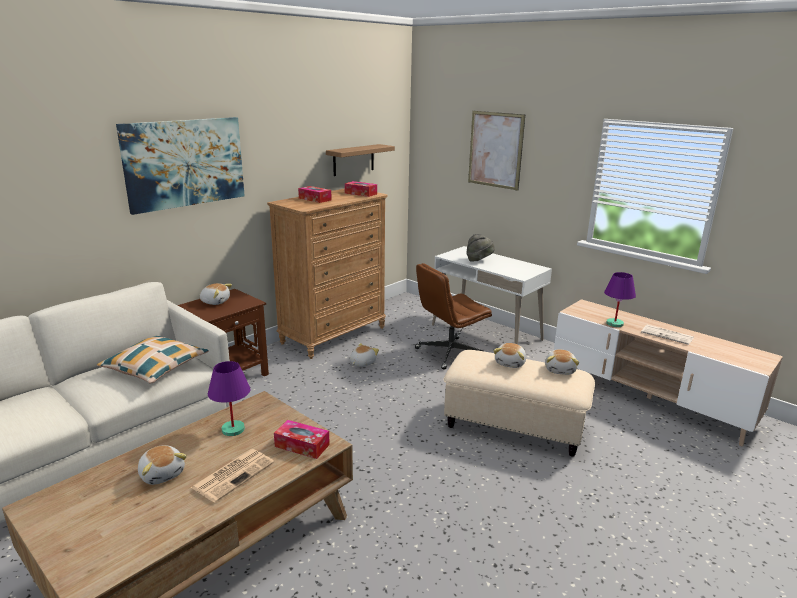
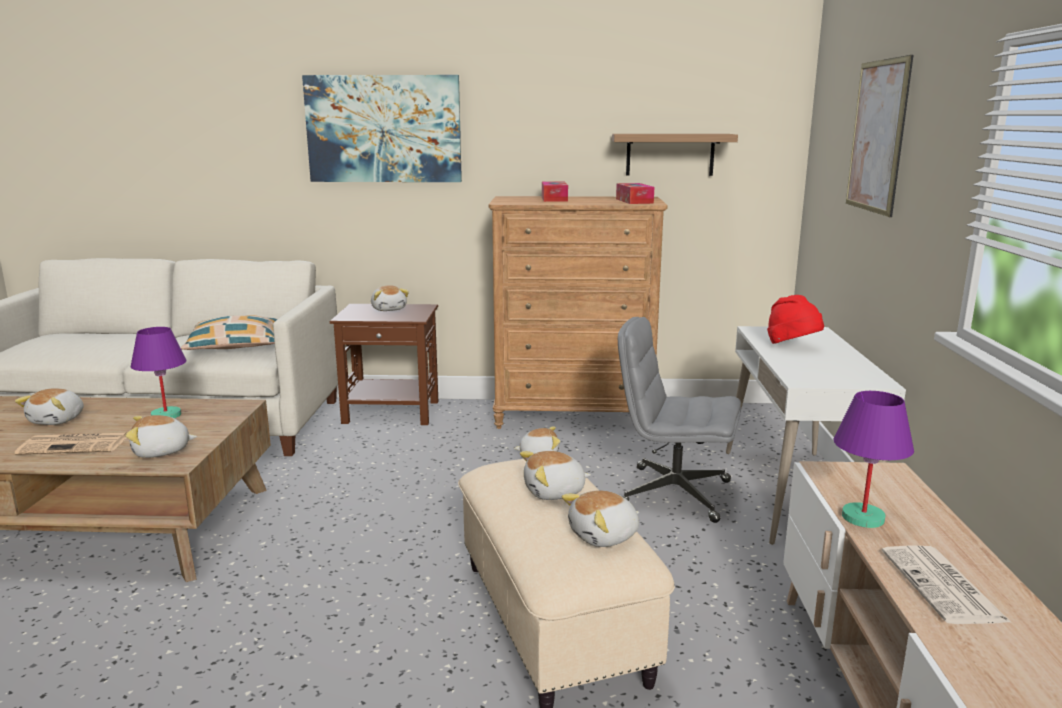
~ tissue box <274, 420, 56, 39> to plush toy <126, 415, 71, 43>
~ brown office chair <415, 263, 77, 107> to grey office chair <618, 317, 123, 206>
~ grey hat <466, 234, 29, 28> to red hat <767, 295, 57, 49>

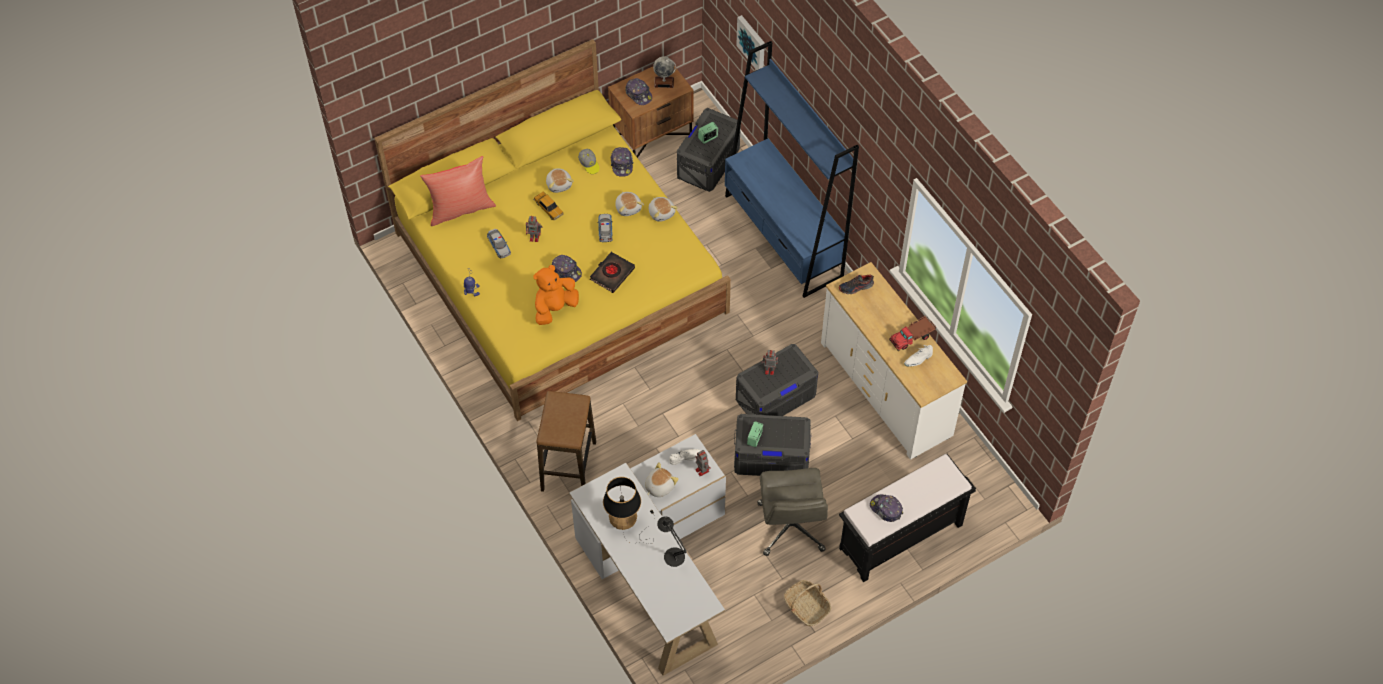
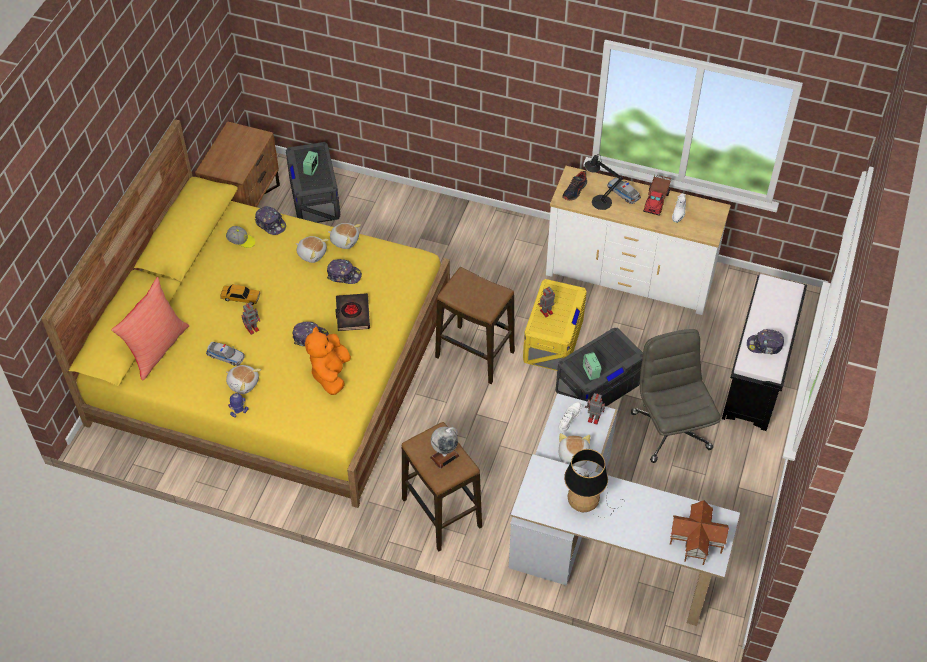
~ plush toy <546, 168, 28, 25> to <226, 365, 35, 29>
~ toy car <597, 214, 16, 29> to <607, 178, 34, 26>
~ cap <625, 78, 27, 27> to <327, 259, 35, 25>
~ globe <653, 56, 23, 32> to <430, 427, 30, 42>
~ black table lamp <657, 517, 30, 50> to <585, 154, 38, 56>
- blue bookcase <725, 41, 134, 257>
- picture <736, 15, 29, 55>
~ grey storage box <736, 344, 82, 72> to yellow storage box <523, 279, 64, 92>
~ grey office chair <758, 468, 70, 88> = <631, 329, 90, 134> 150 degrees counterclockwise
- basket <784, 580, 48, 46>
+ stool <435, 267, 80, 117>
+ toy house <670, 500, 59, 65>

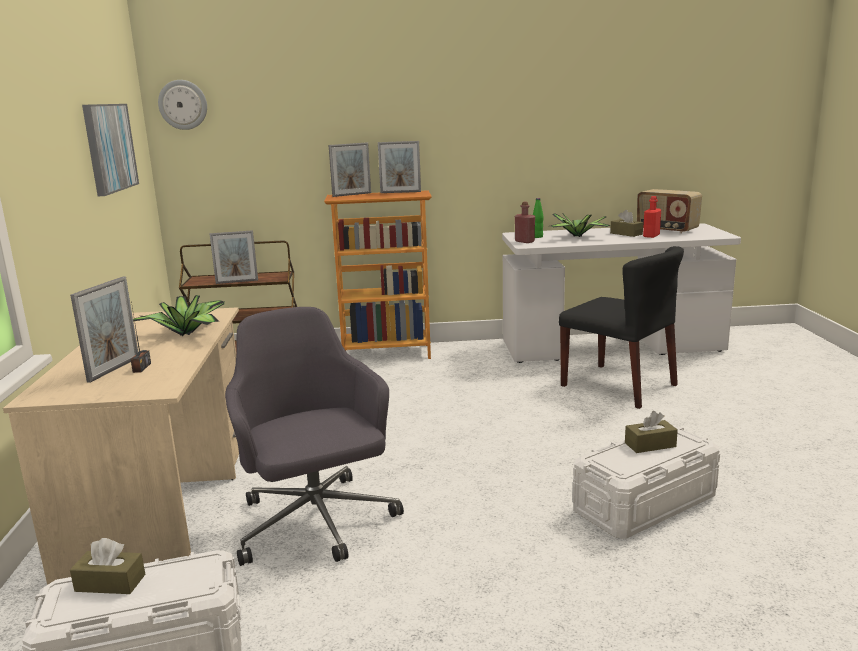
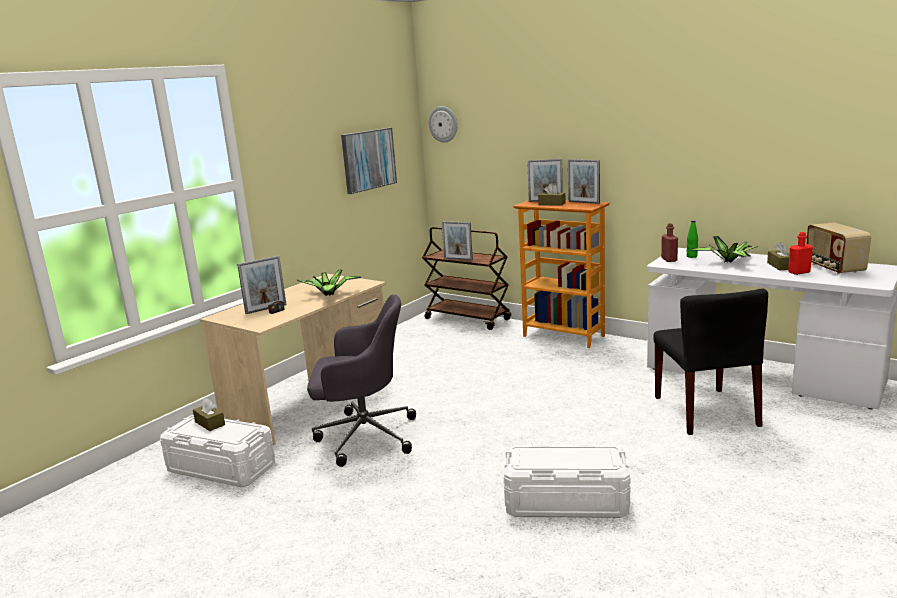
~ grey office chair <225, 307, 179, 259> = <307, 294, 109, 173> 75 degrees clockwise
~ brown tissue box <625, 411, 53, 42> to <538, 184, 28, 22>

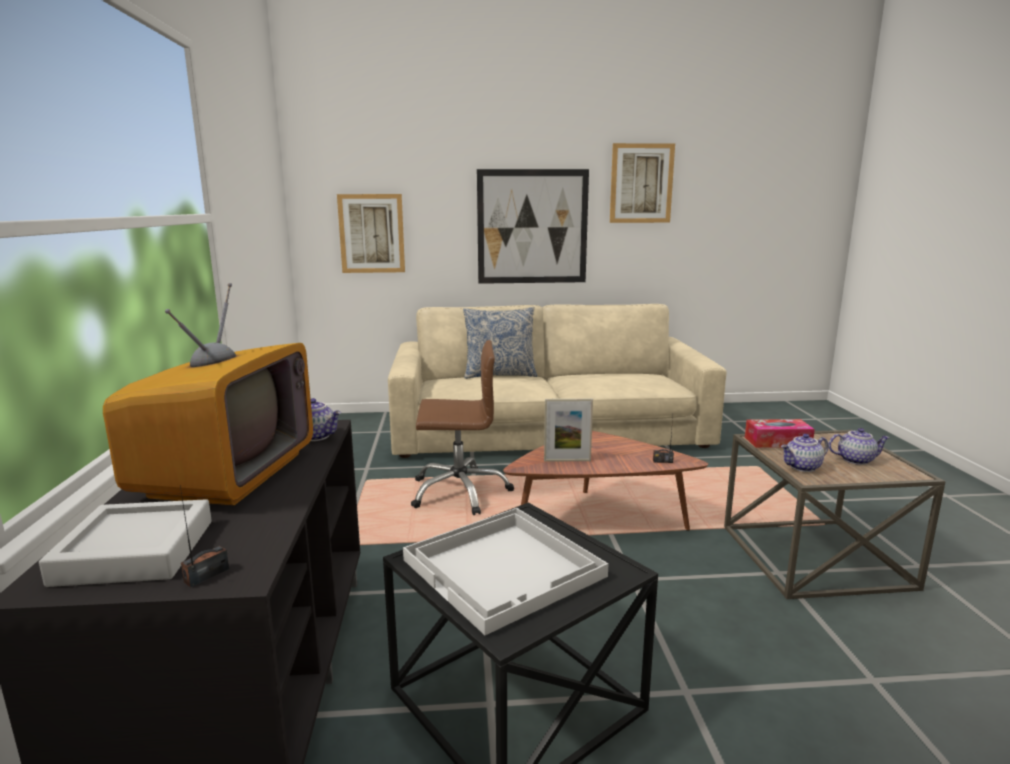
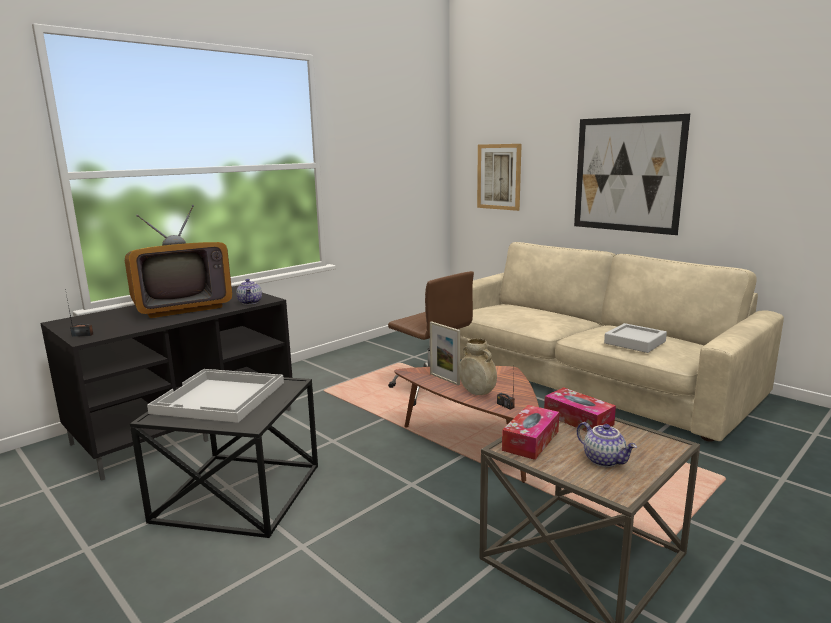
~ grey tray <39, 499, 173, 88> to <604, 323, 63, 30>
- pillow <463, 307, 74, 72>
- picture <610, 143, 65, 80>
~ teapot <781, 434, 48, 38> to tissue box <502, 405, 57, 55>
+ beige vase <459, 338, 38, 57>

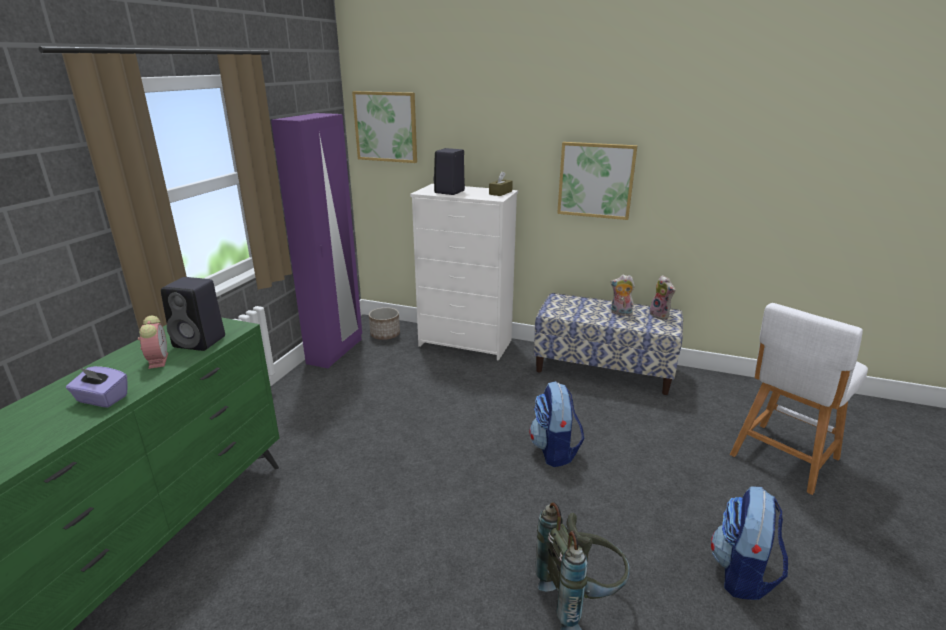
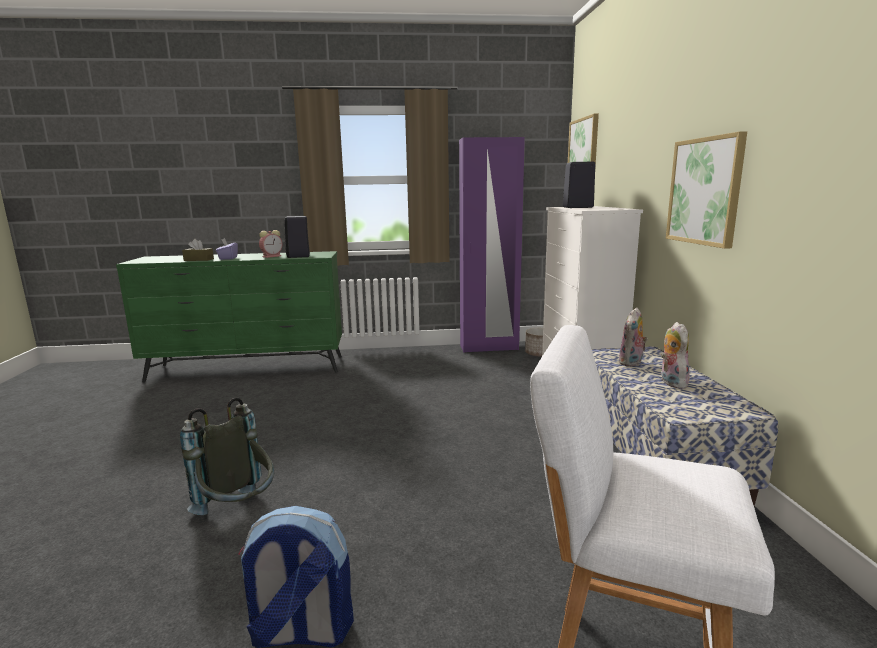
~ brown tissue box <489, 171, 24, 25> to <182, 239, 32, 22>
- backpack <529, 381, 56, 86>
~ plush toy <650, 275, 25, 45> to <618, 308, 30, 59>

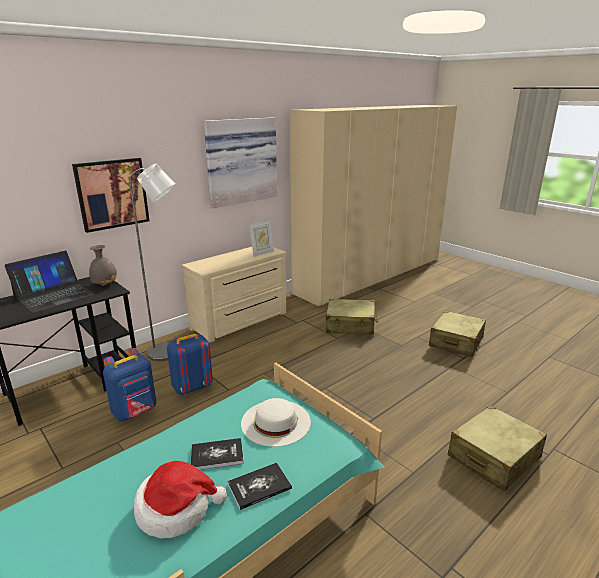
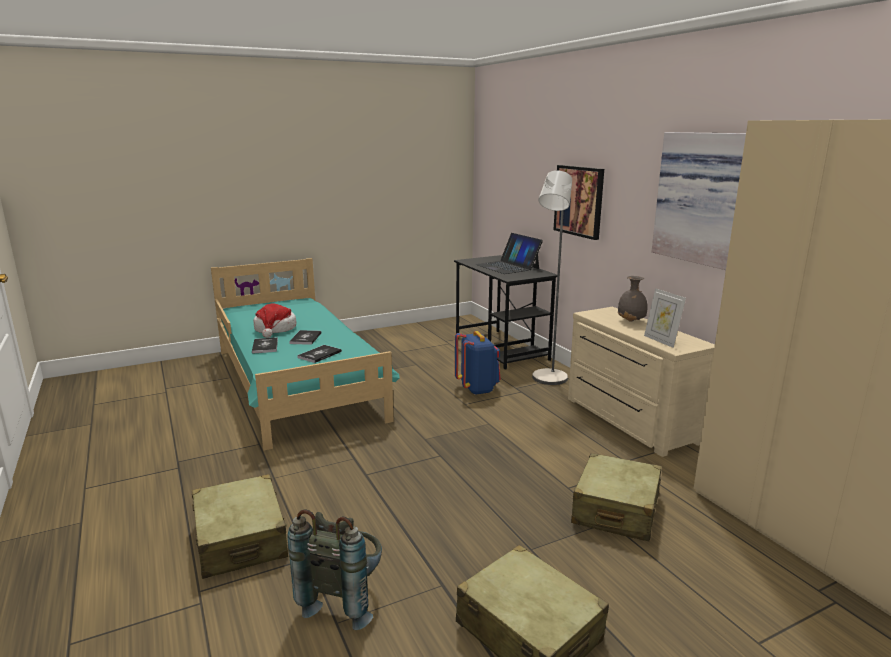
~ grey vase <89, 245, 28, 41> to <618, 276, 30, 46>
- blue backpack <103, 348, 53, 73>
~ white hat <241, 398, 70, 49> to book <297, 345, 45, 18>
+ grey backpack <288, 509, 94, 121>

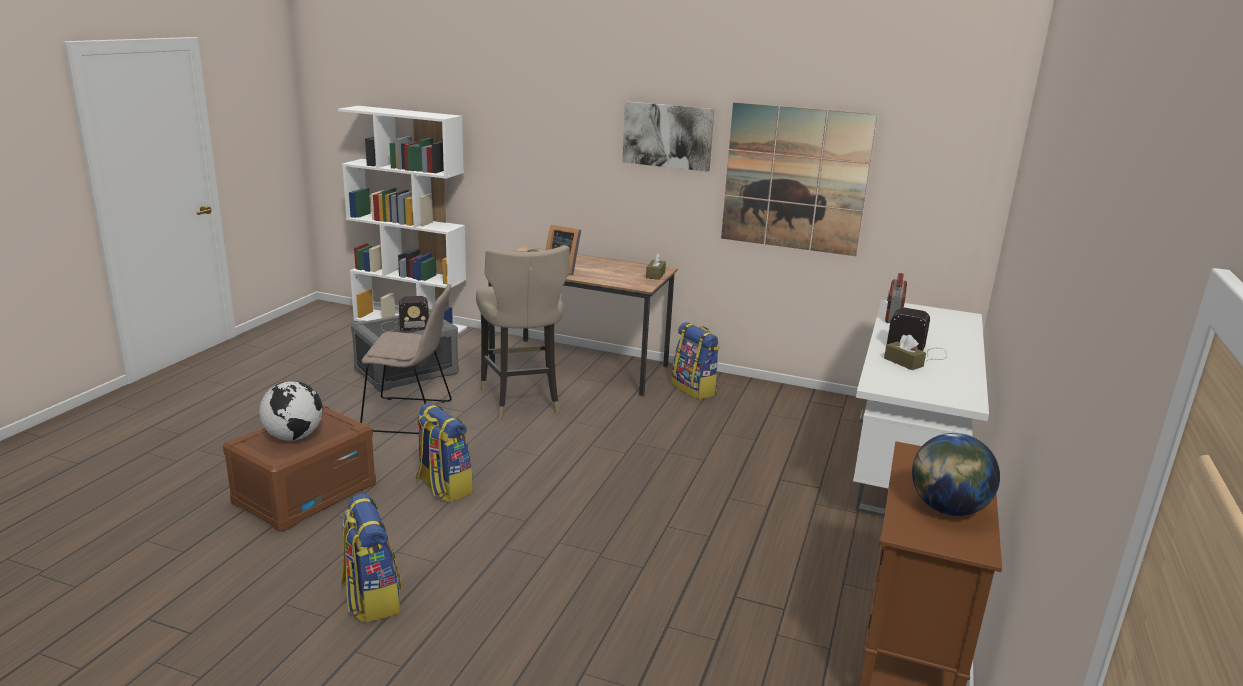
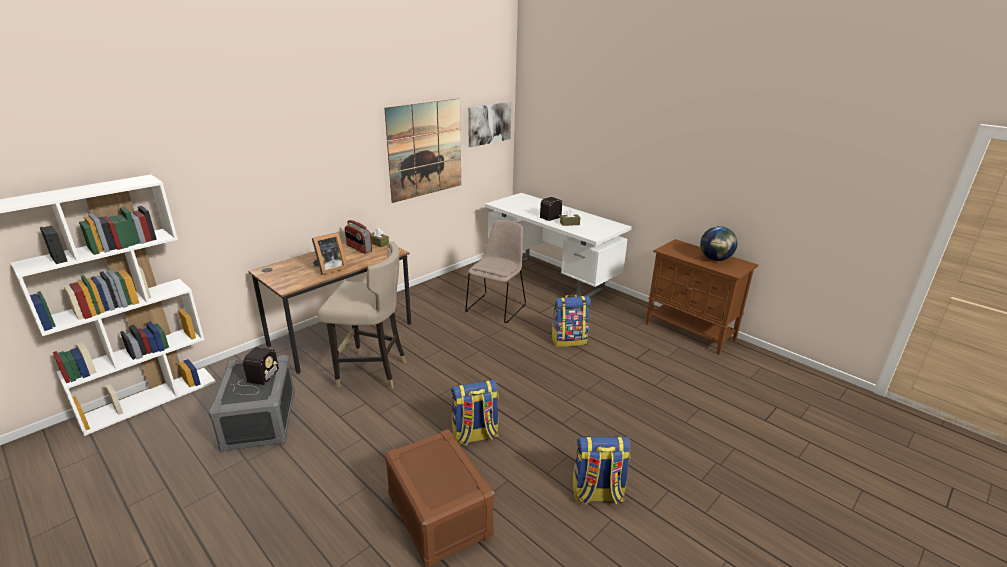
- globe <259, 381, 64, 60>
~ beige chair <360, 284, 92, 150> to <465, 220, 61, 103>
~ picture <622, 101, 93, 71> to <468, 102, 43, 45>
~ backpack <671, 322, 49, 78> to <551, 294, 40, 53>
~ radio <885, 273, 22, 50> to <345, 220, 27, 34>

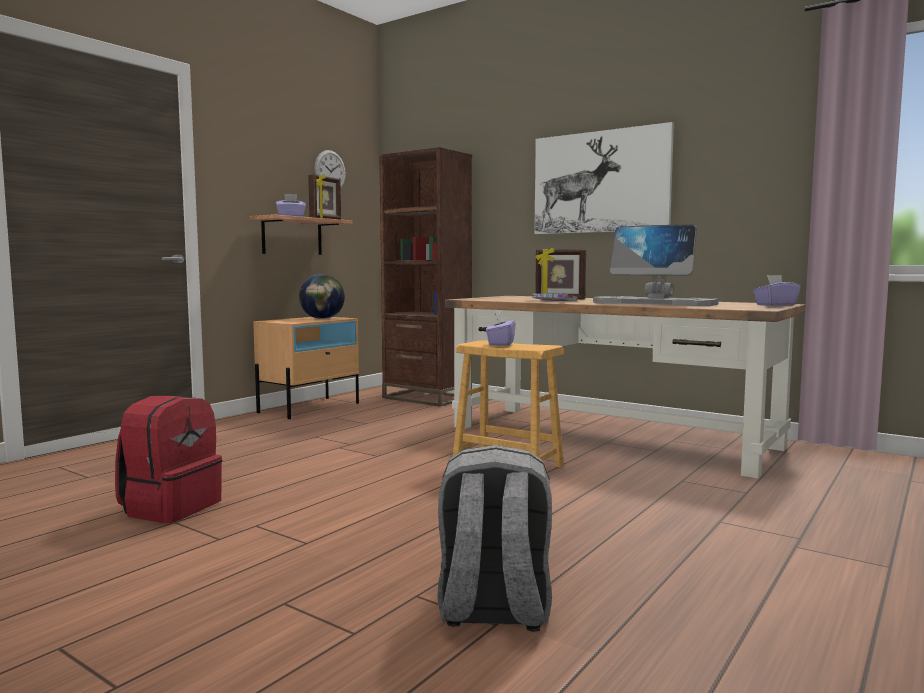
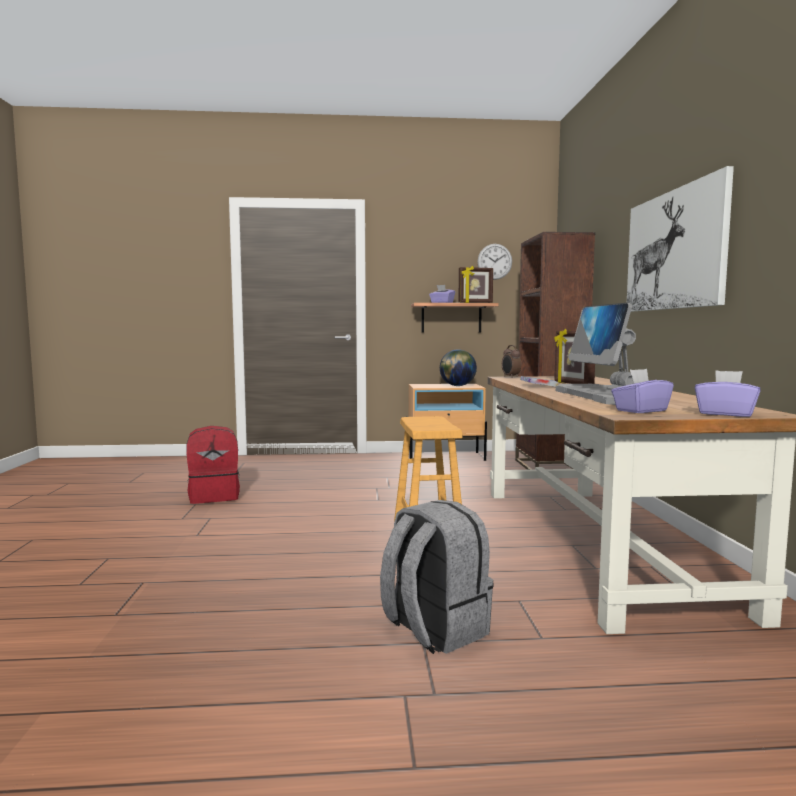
~ grey backpack <437, 445, 115, 187> to <380, 500, 114, 154>
~ purple tissue box <486, 313, 30, 33> to <611, 369, 63, 44>
+ alarm clock <502, 345, 19, 33>

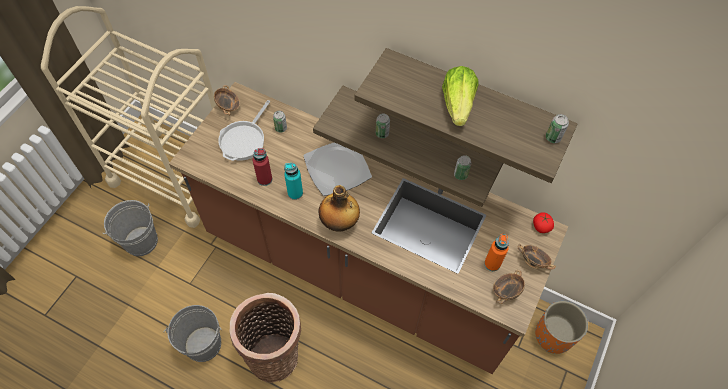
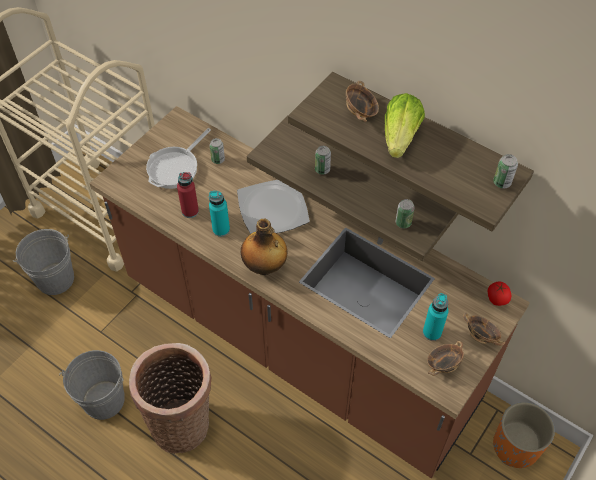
~ bowl <214, 85, 26, 30> to <345, 81, 34, 41>
~ orange bottle <484, 234, 25, 37> to turquoise bottle <423, 293, 25, 48>

